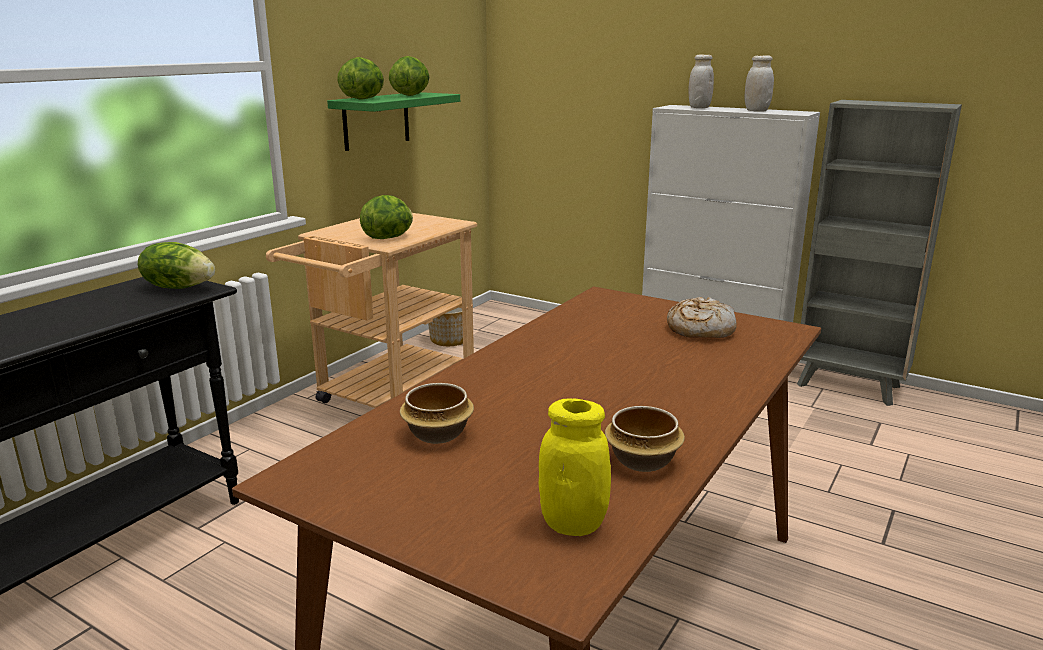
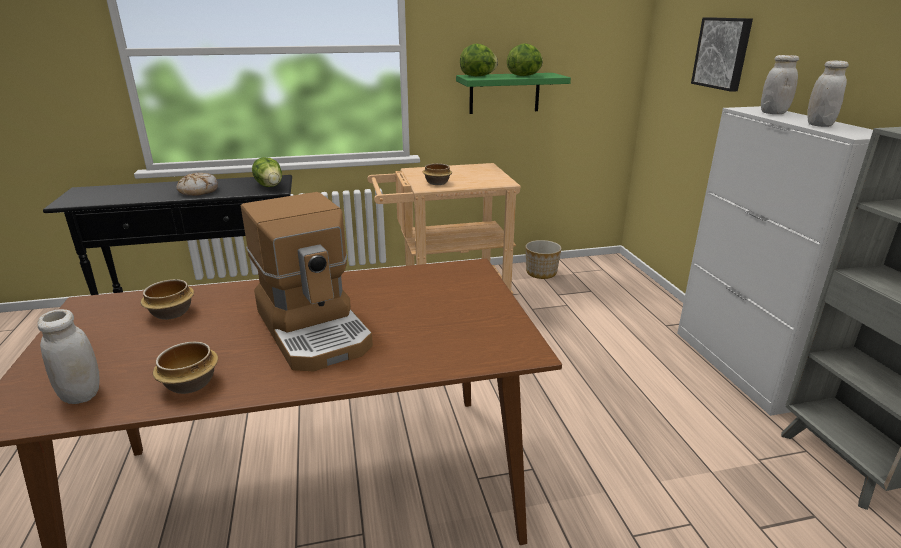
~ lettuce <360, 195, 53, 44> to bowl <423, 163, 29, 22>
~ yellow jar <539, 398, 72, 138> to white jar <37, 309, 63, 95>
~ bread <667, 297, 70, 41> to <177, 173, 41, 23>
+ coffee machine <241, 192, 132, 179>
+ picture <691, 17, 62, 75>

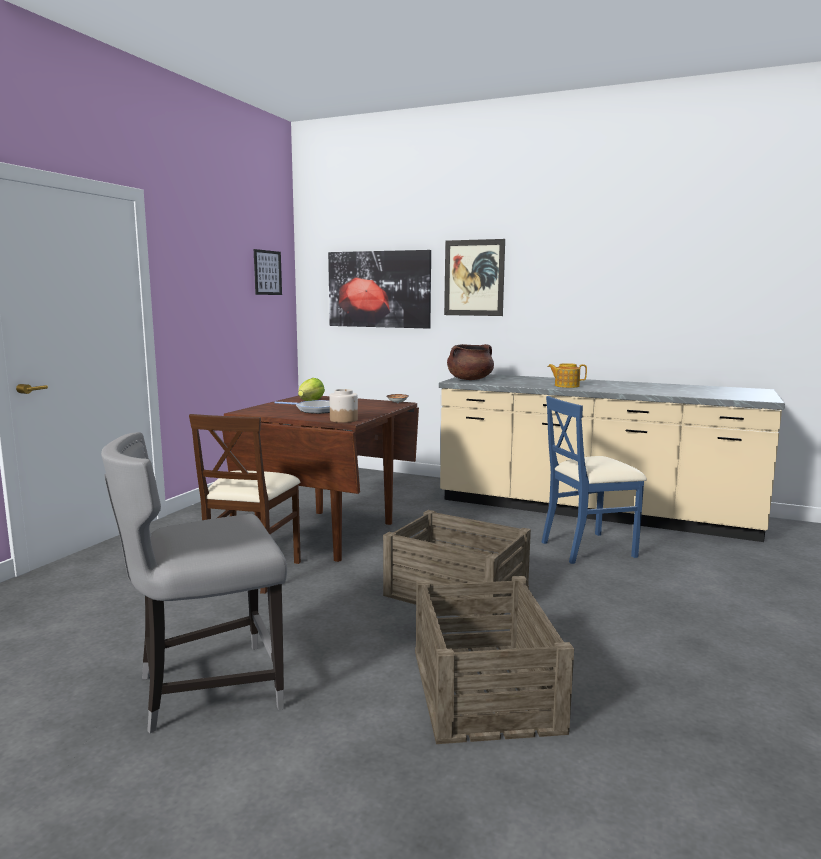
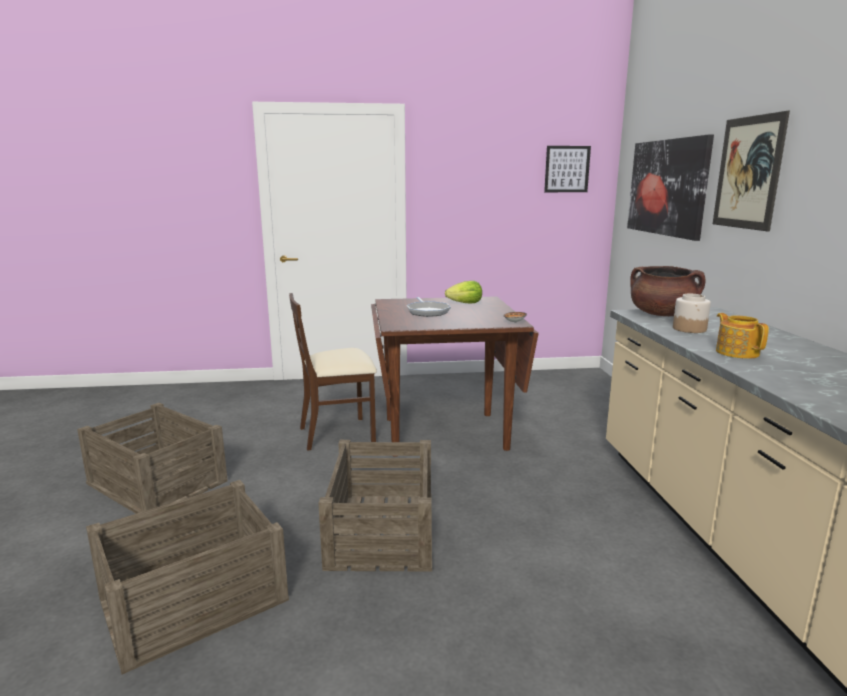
~ grey chair <101, 432, 186, 301> to crate <77, 403, 150, 111>
~ jar <329, 389, 29, 34> to <673, 294, 38, 39>
- blue chair <542, 396, 105, 168>

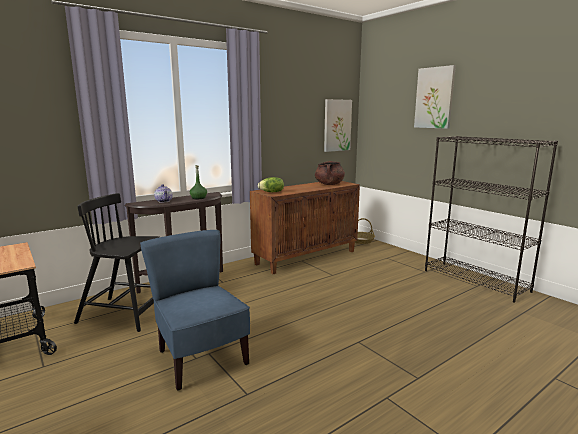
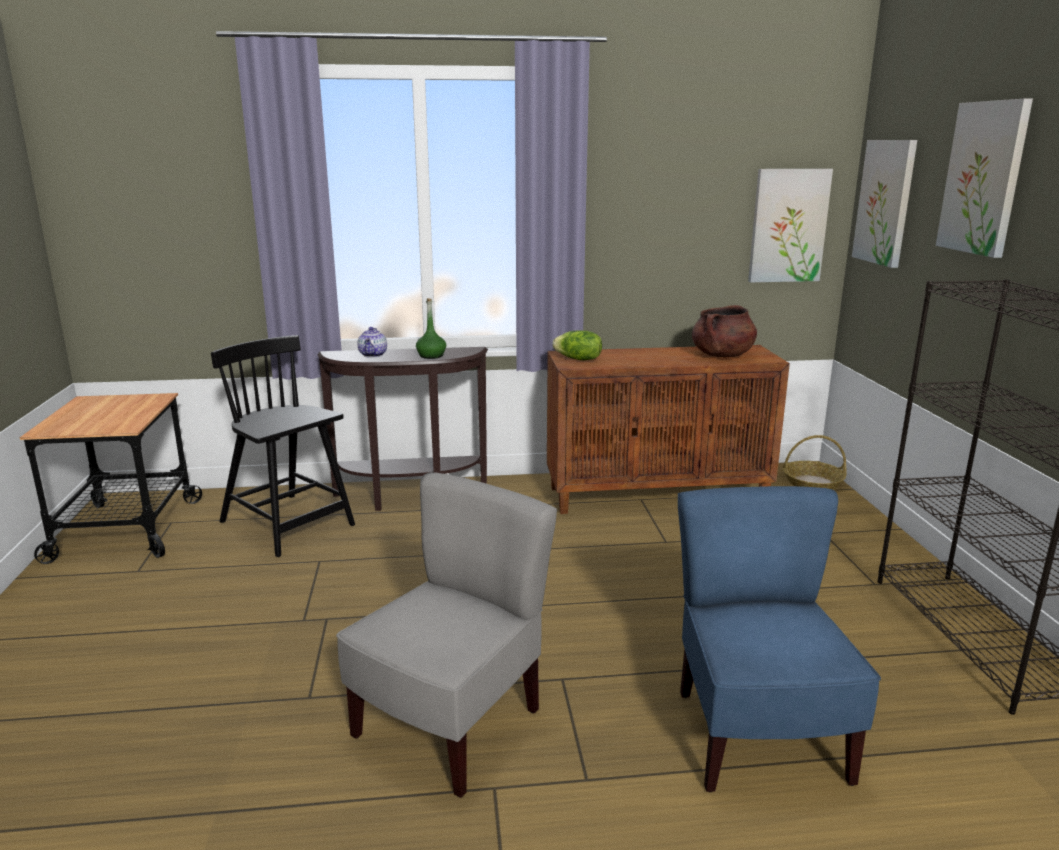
~ blue chair <140, 230, 110, 161> to <678, 486, 203, 306>
+ grey chair <336, 472, 221, 326>
+ picture <852, 140, 65, 128>

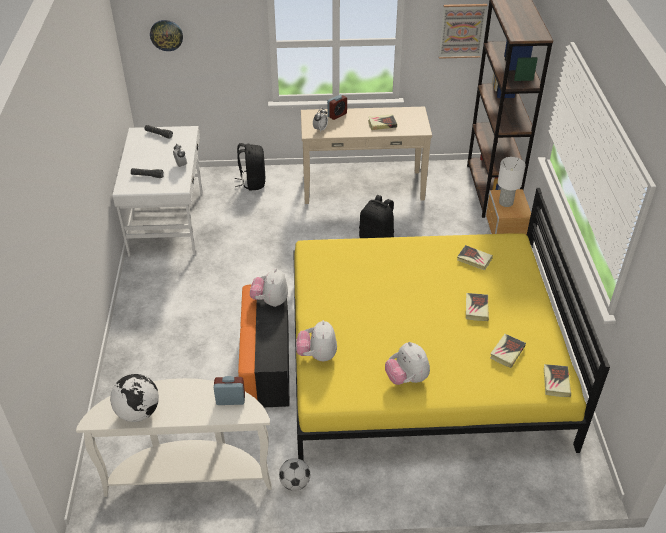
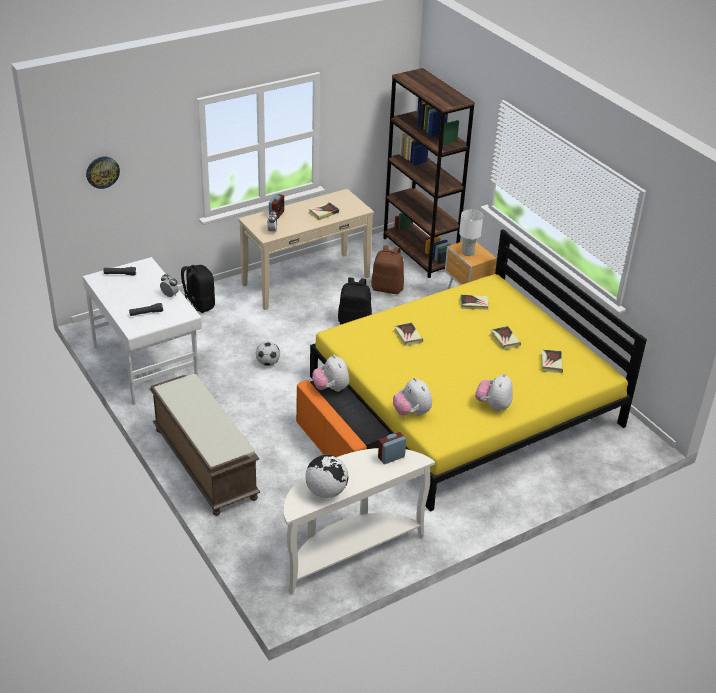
~ football <279, 458, 31, 33> to <256, 342, 24, 24>
~ plush toy <385, 342, 45, 43> = <475, 373, 38, 38> 75 degrees clockwise
- picture <439, 4, 48, 55>
~ book <544, 364, 27, 33> to <394, 323, 29, 23>
+ brown bench <149, 374, 111, 142>
+ brown backpack <371, 245, 33, 49>

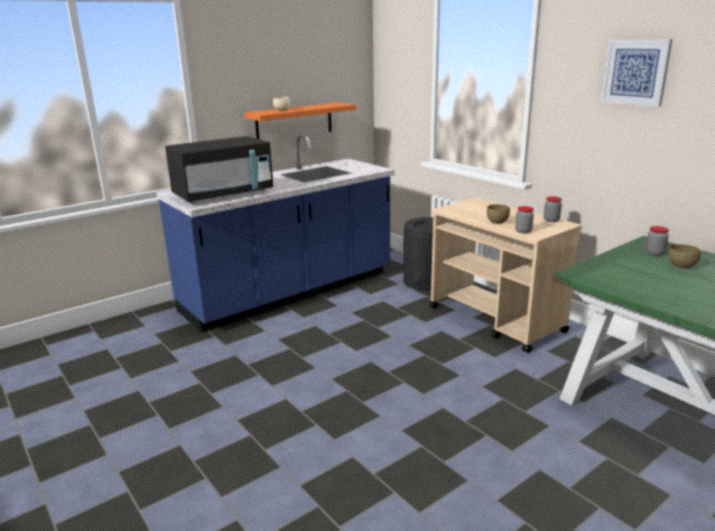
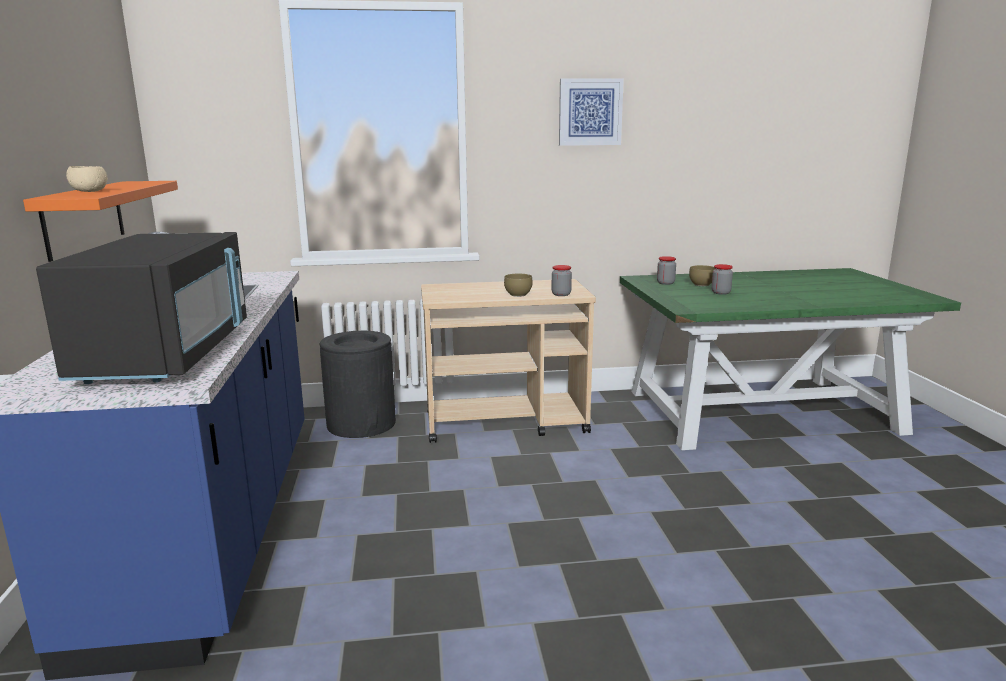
~ jar <544, 196, 18, 26> to <712, 264, 21, 31>

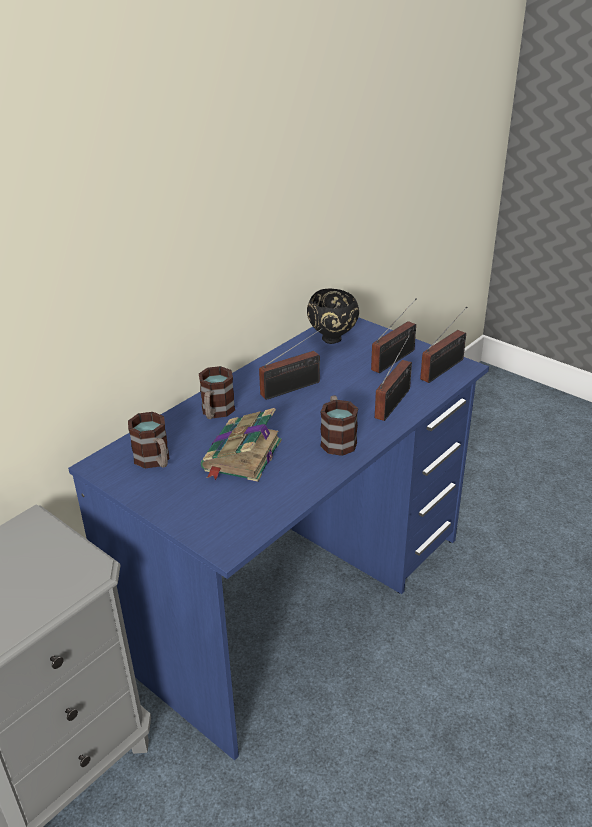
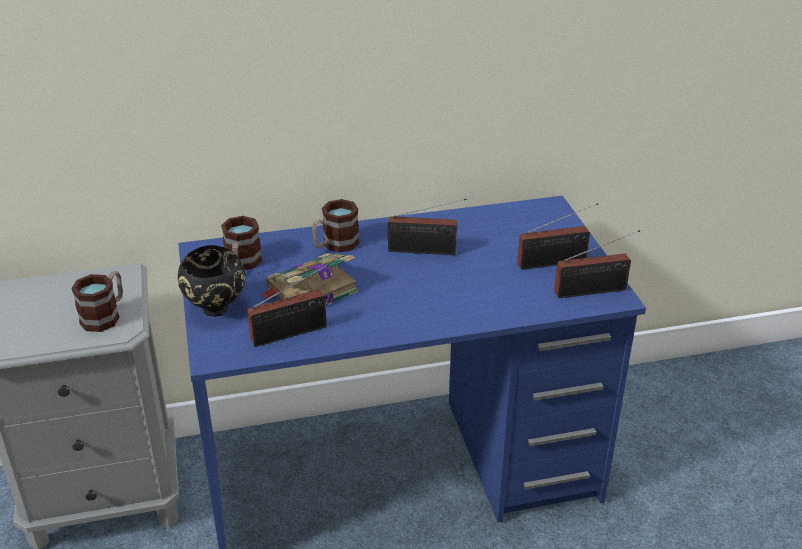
~ black bowl <307, 289, 52, 55> to <178, 245, 67, 72>
~ mug <321, 395, 37, 61> to <71, 271, 52, 61>
~ radio <375, 335, 37, 86> to <247, 264, 82, 83>

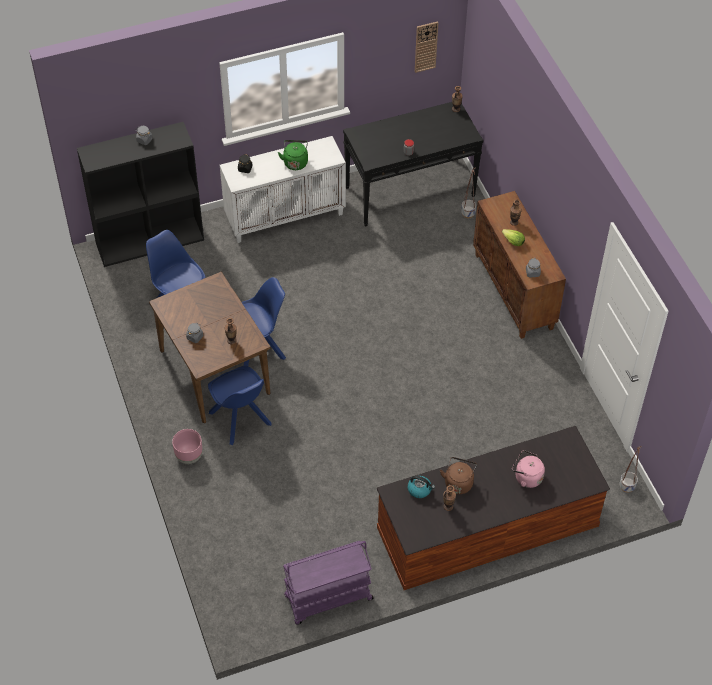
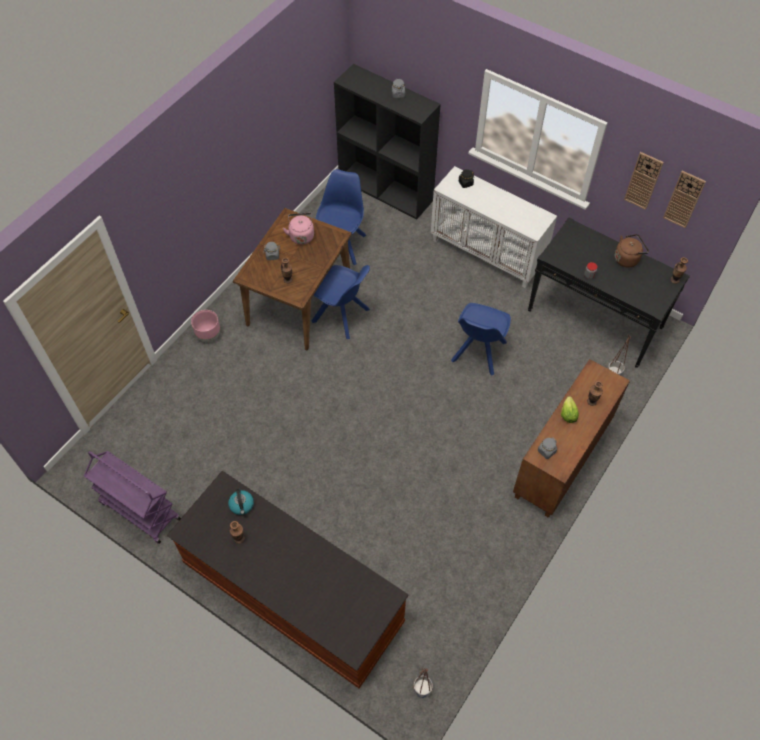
~ blue chair <208, 366, 64, 79> to <451, 303, 60, 73>
- green kettle <278, 140, 30, 30>
~ brown kettle <440, 457, 37, 37> to <614, 234, 35, 34>
~ pink kettle <512, 450, 33, 38> to <283, 213, 31, 32>
+ wall clock <624, 152, 40, 58>

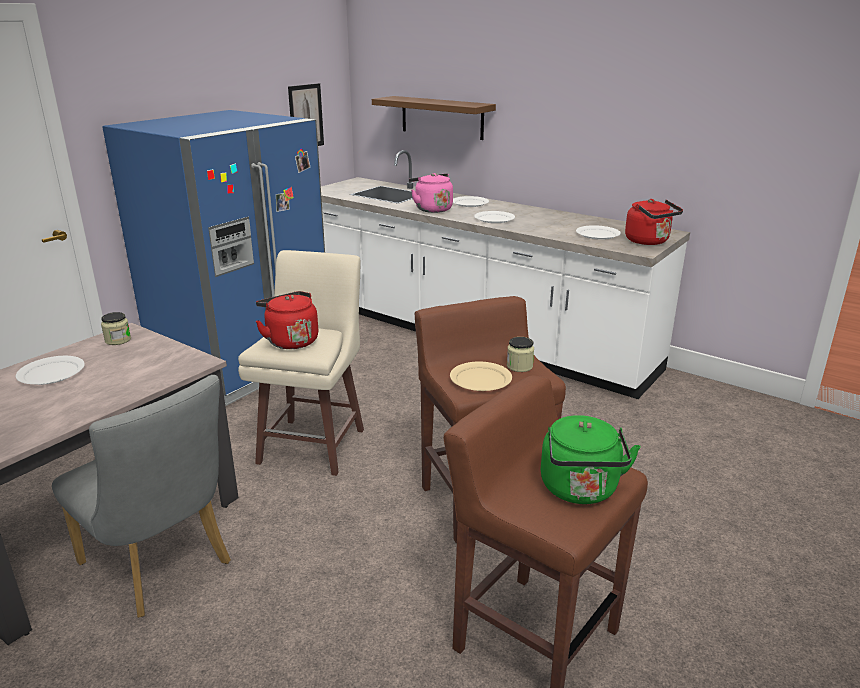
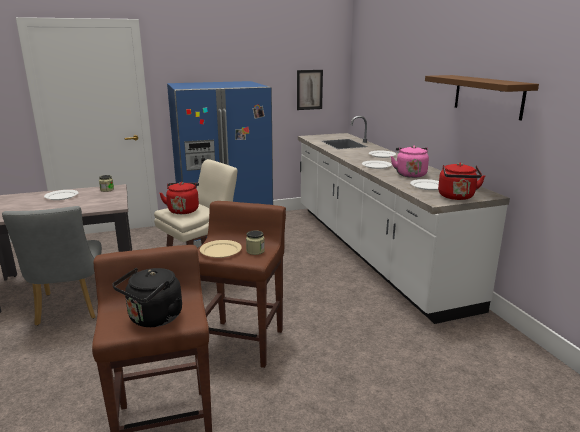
~ brown shelf <372, 96, 124, 44> to <425, 75, 114, 45>
~ pink kettle <409, 173, 44, 40> to <391, 146, 38, 32>
~ green kettle <541, 415, 100, 89> to black kettle <112, 268, 70, 59>

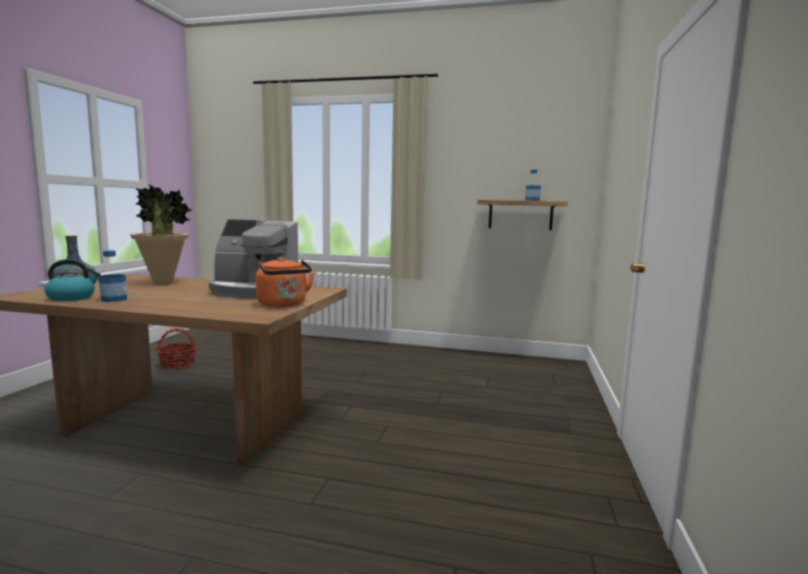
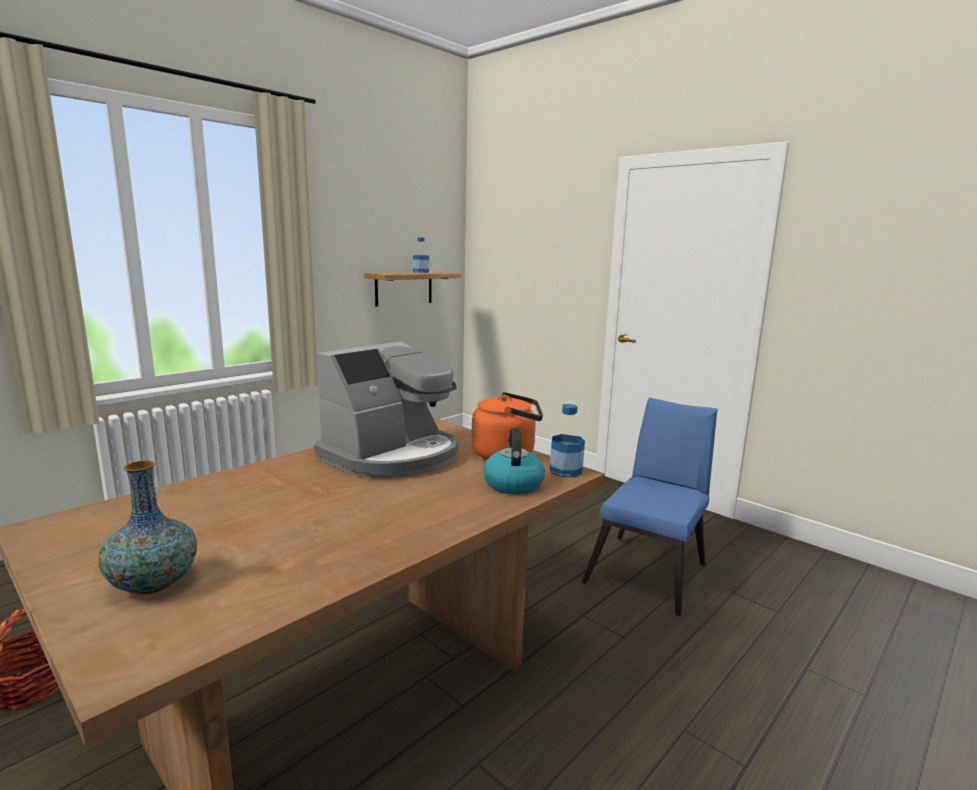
~ kettle <44, 259, 57, 42> to <483, 428, 62, 67>
~ bottle <98, 250, 29, 52> to <550, 404, 35, 73>
- potted plant <130, 184, 62, 101>
+ blue chair <582, 397, 136, 219>

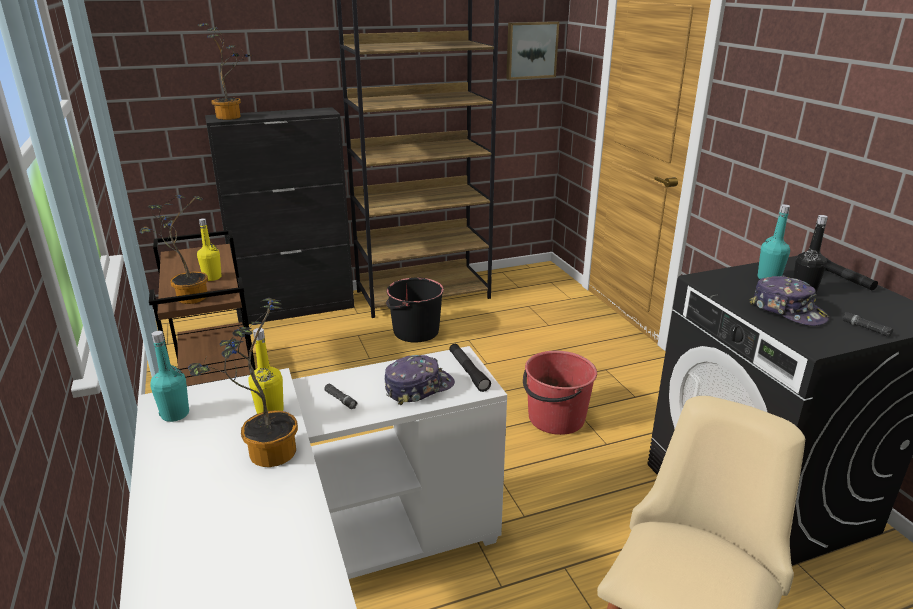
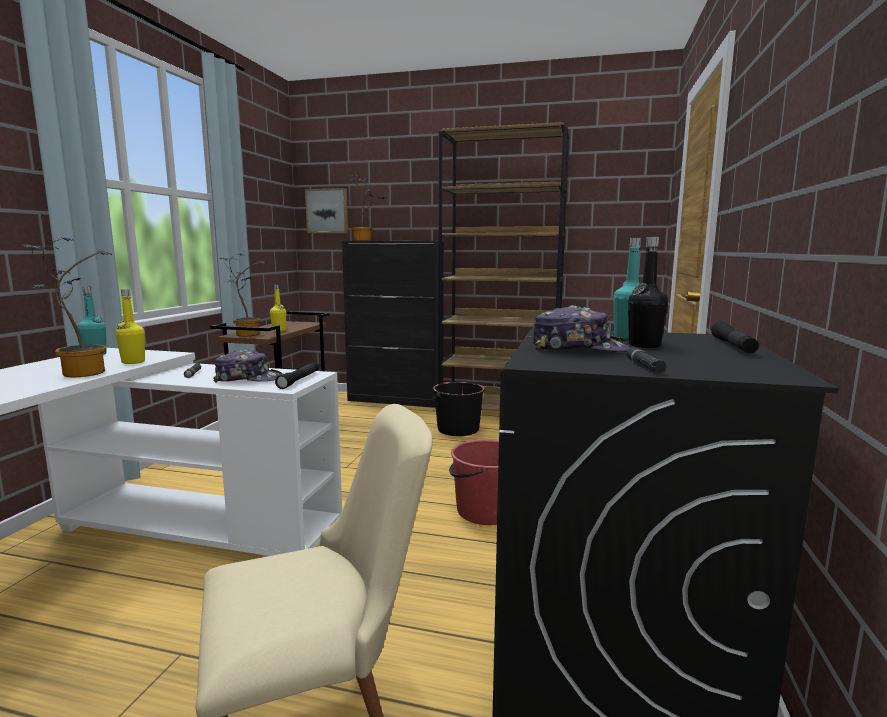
~ picture <506, 21, 53, 59> to <305, 188, 43, 45>
~ cap <749, 275, 80, 51> = <532, 305, 98, 47> 75 degrees counterclockwise

